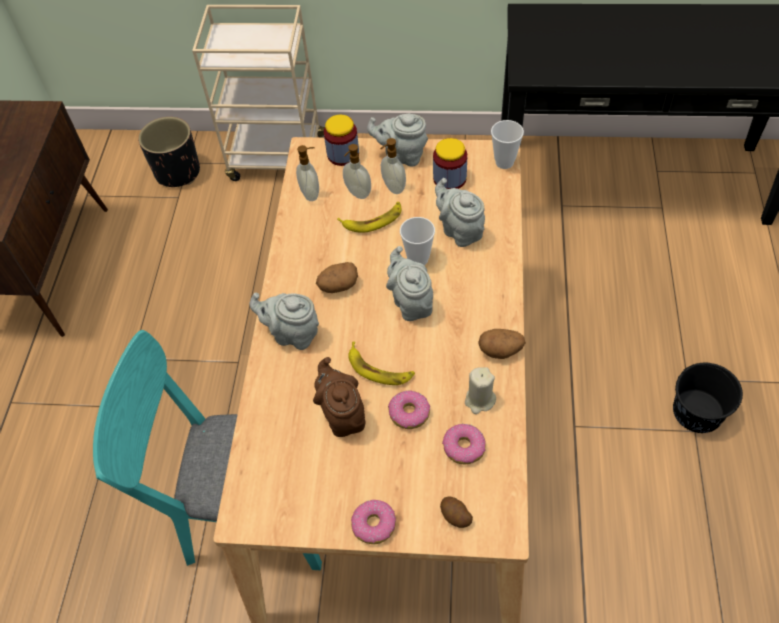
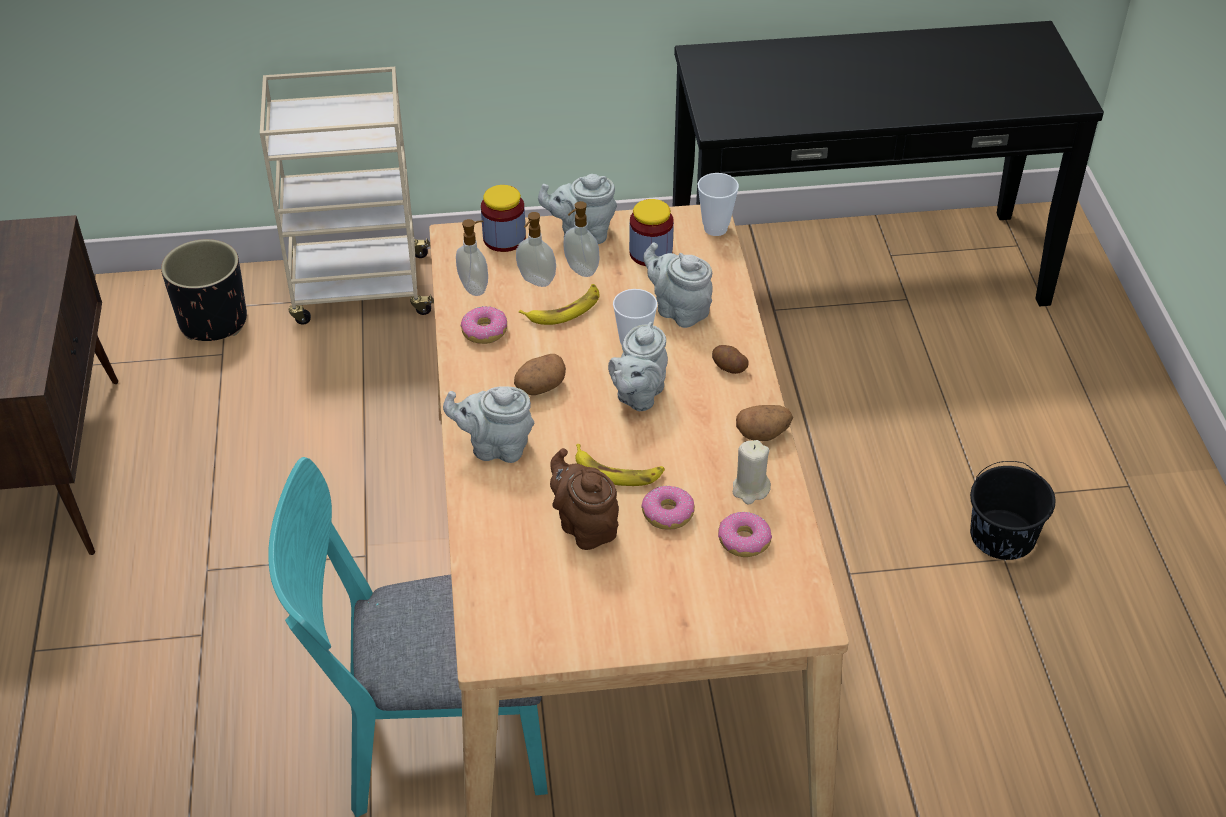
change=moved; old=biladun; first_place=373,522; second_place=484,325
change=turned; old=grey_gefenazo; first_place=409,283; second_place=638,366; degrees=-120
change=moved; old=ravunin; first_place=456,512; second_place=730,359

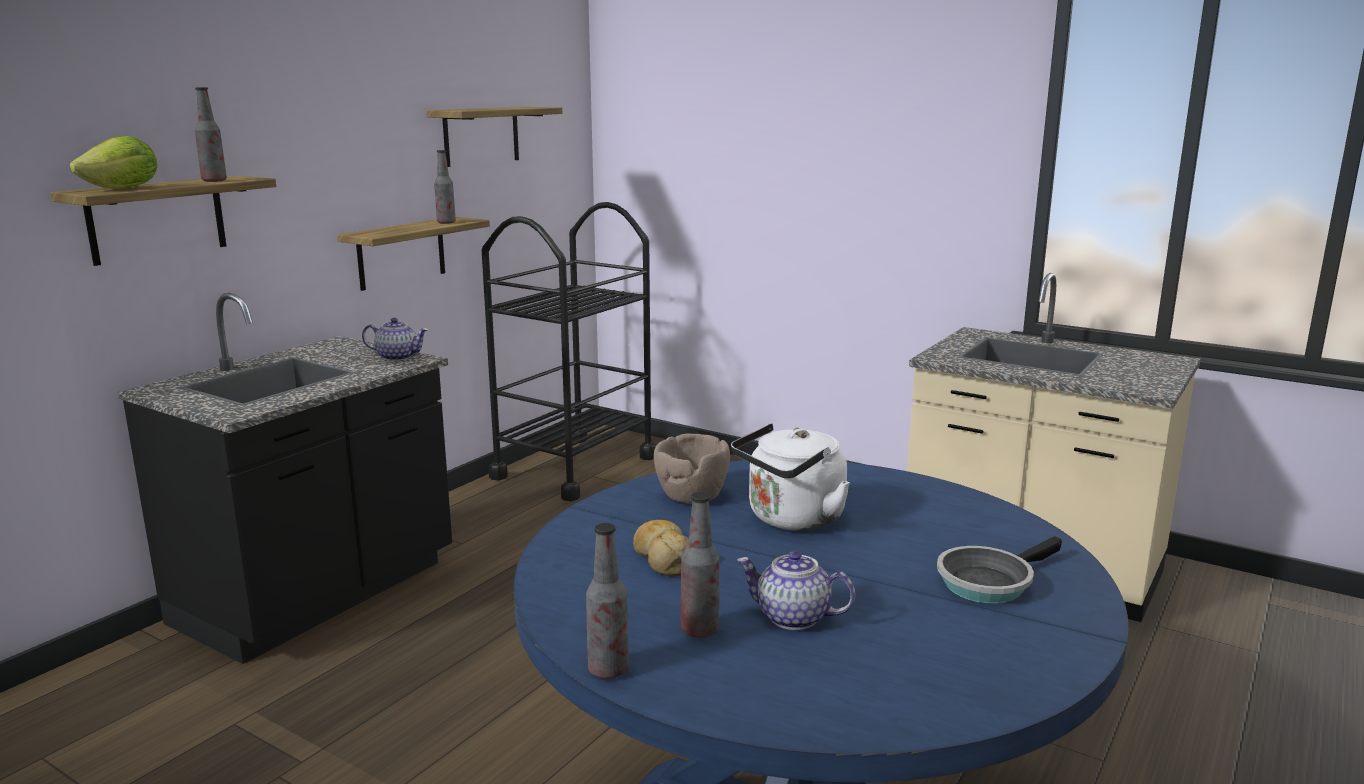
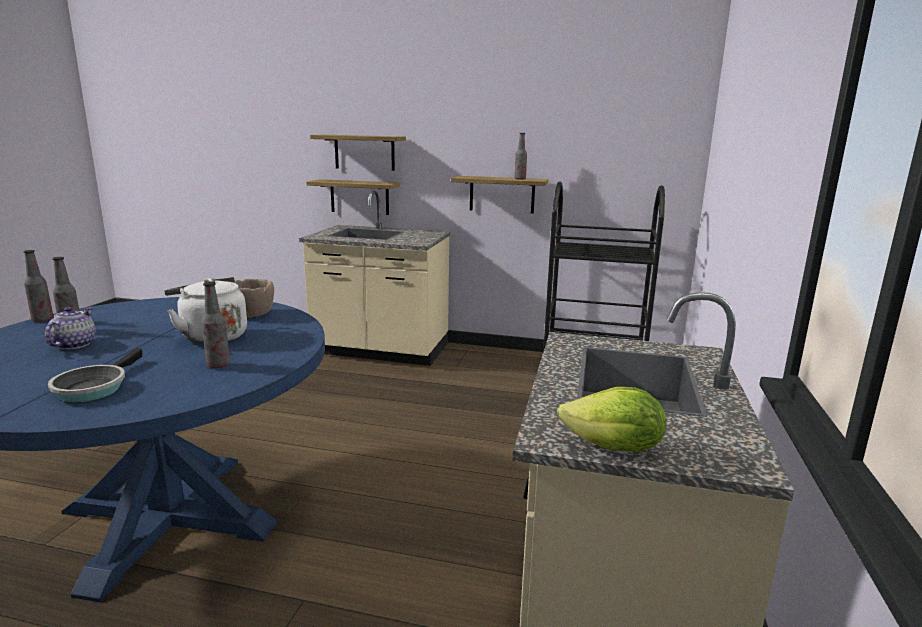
change=turned; old=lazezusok; first_place=999,570; second_place=95,375; degrees=-120
change=moved; old=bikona; first_place=211,134; second_place=216,324
change=recoloured; old=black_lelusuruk; new=beige_lelusuruk; first_place=285,478; second_place=375,278
change=moved; old=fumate; first_place=494,137; second_place=353,197
change=moved; old=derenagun; first_place=113,162; second_place=611,419
change=removed; old=gefenazo; first_place=395,339
change=removed; old=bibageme; first_place=661,548

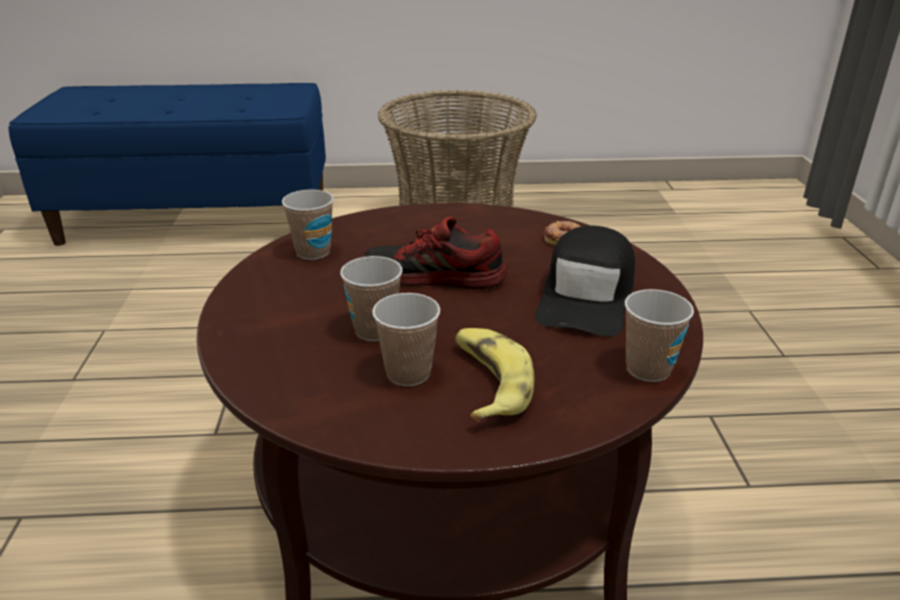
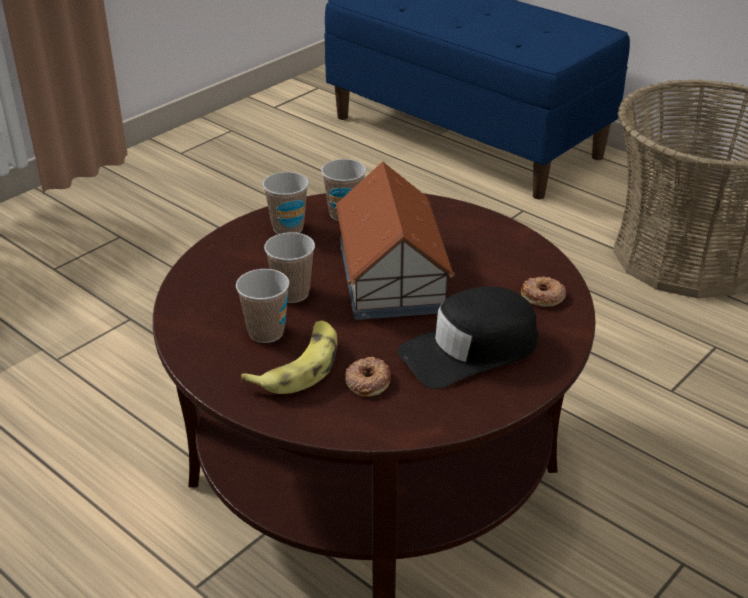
change=moved; old=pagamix; first_place=659,335; second_place=286,203
change=replaced; old=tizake; new=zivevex; first_place=435,253; second_place=394,241
change=added; new=biladun; second_place=368,377

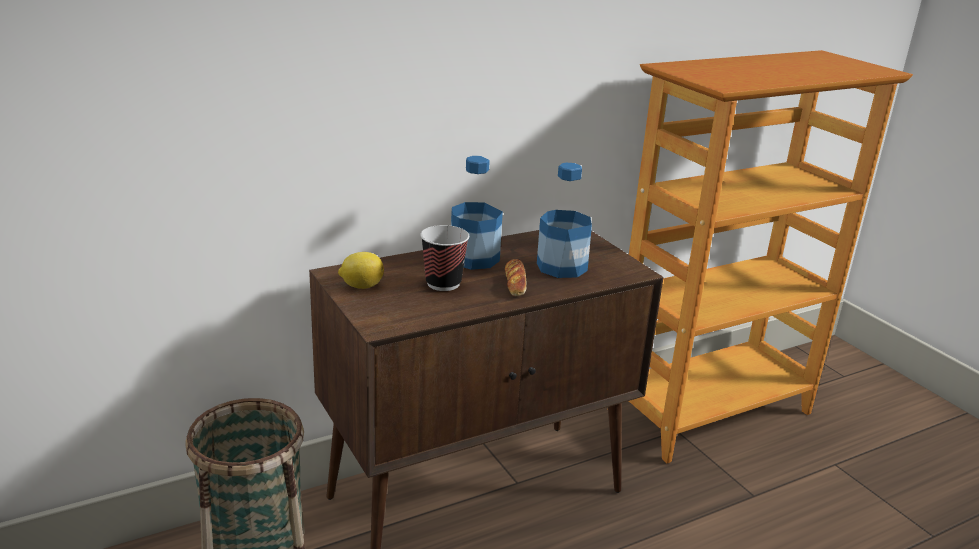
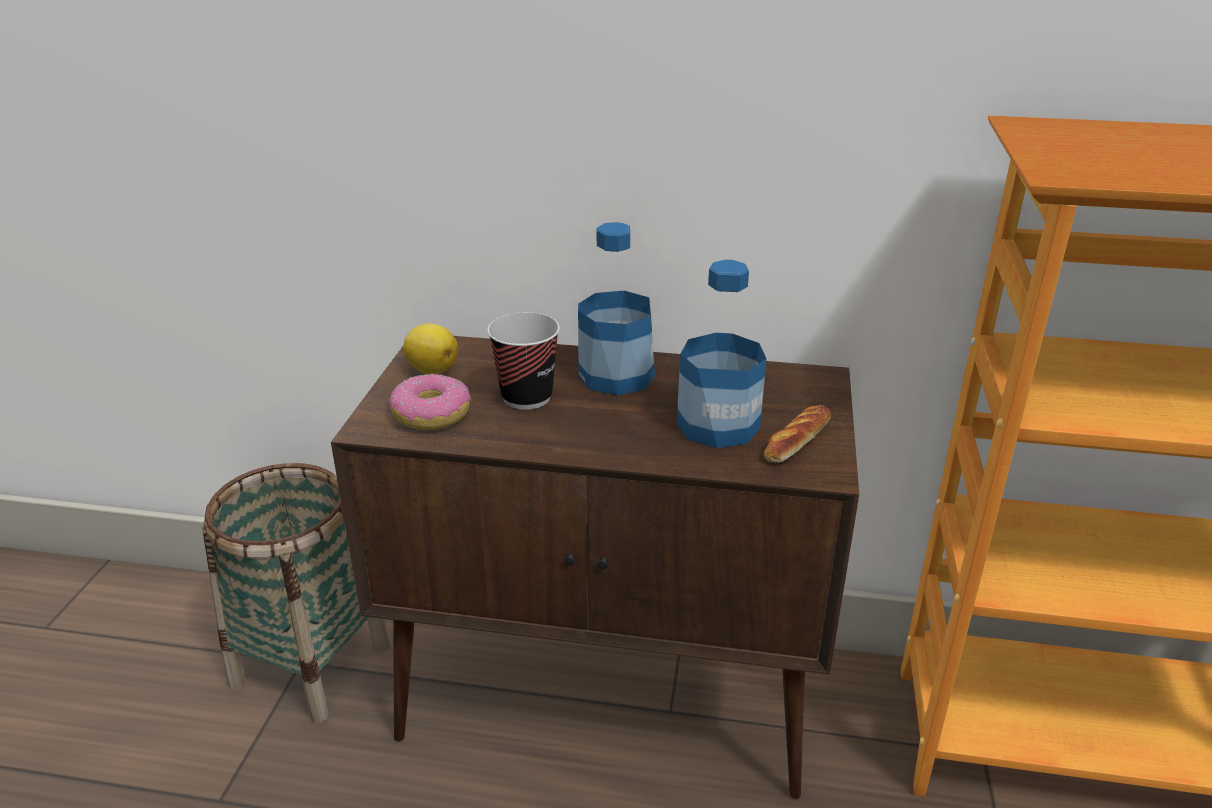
change=added; new=biladun; second_place=430,402
change=moved; old=bibageme; first_place=516,277; second_place=797,434

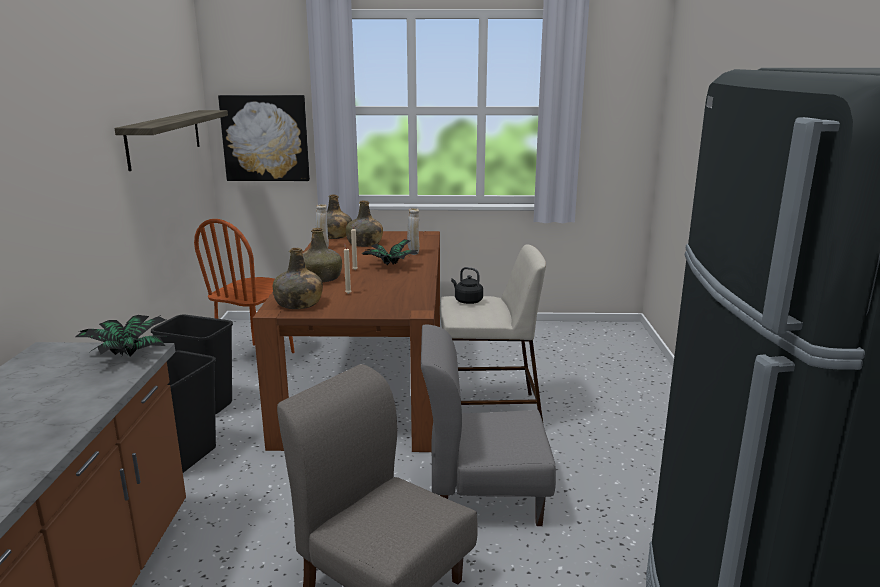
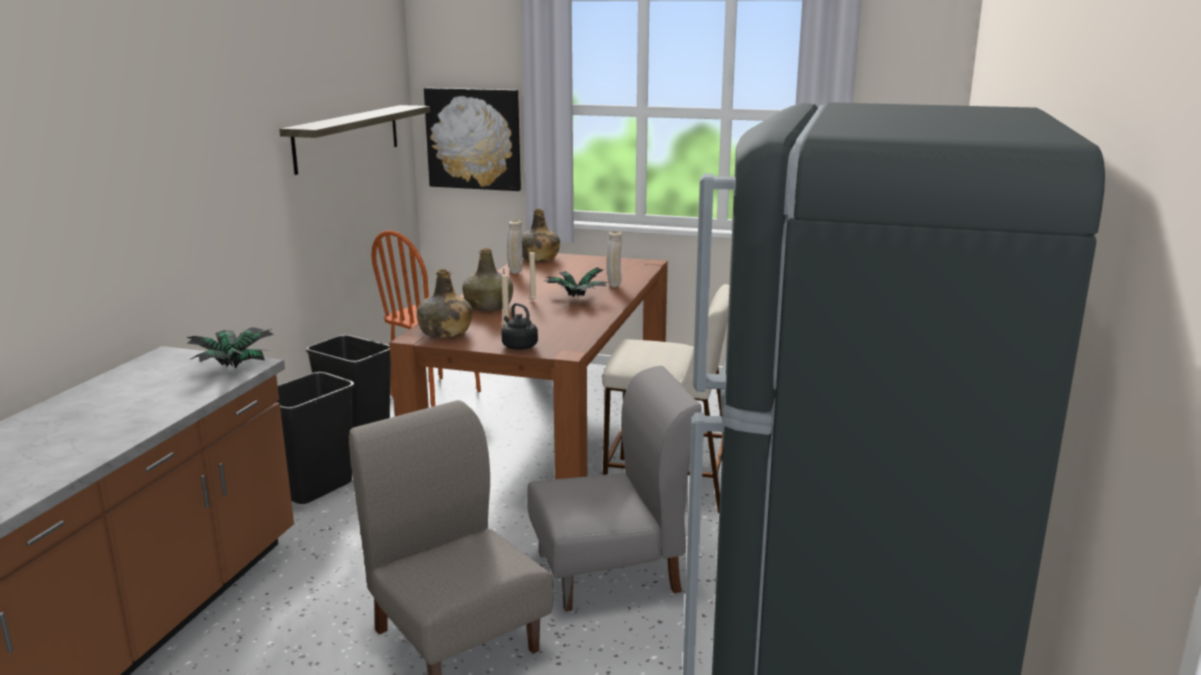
change=moved; old=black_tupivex; first_place=467,285; second_place=519,326
change=turned; old=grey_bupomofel; first_place=488,425; second_place=614,489; degrees=150
change=removed; old=green_bikona; first_place=364,224

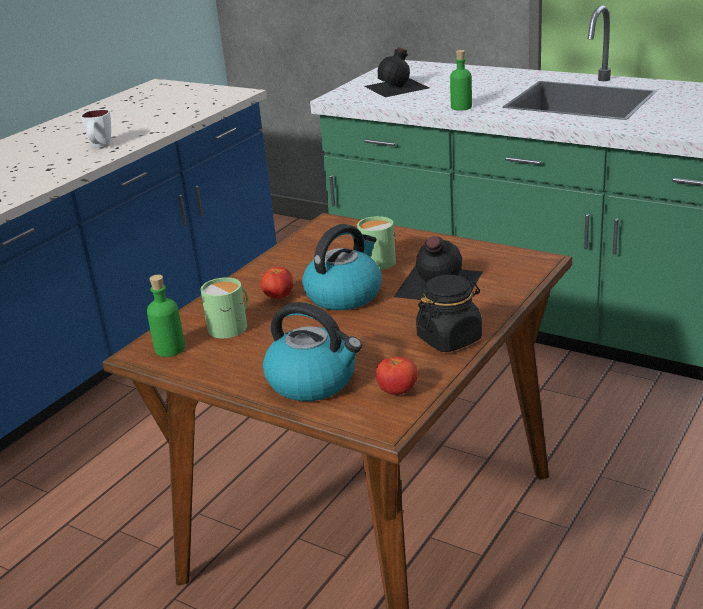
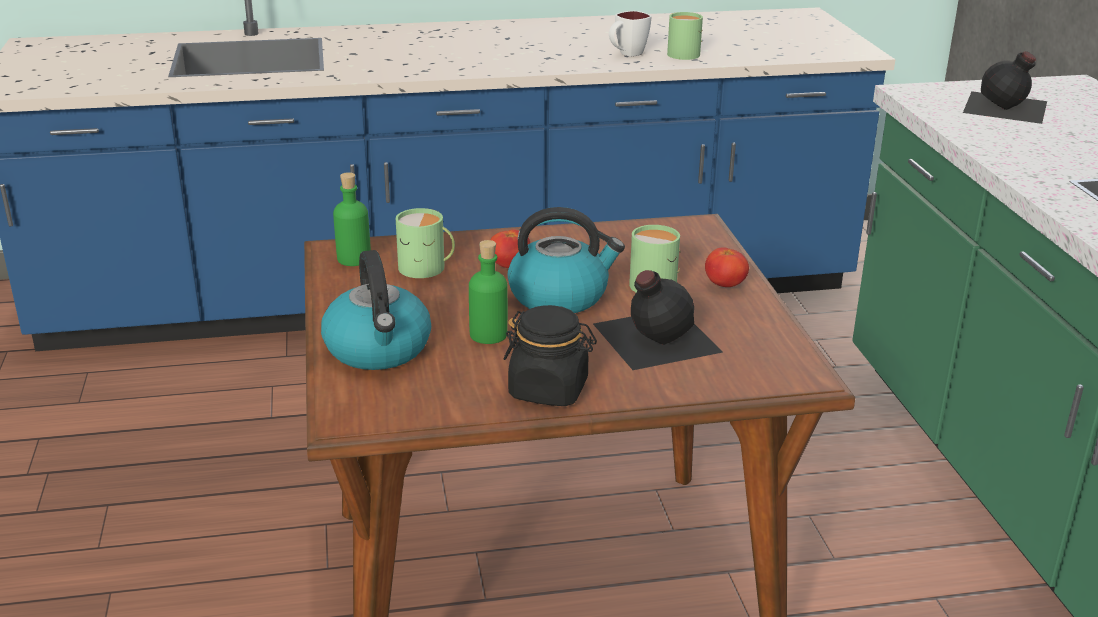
change=moved; old=green_bikona; first_place=461,80; second_place=488,292
change=added; new=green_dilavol; second_place=685,36
change=moved; old=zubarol; first_place=397,376; second_place=727,267

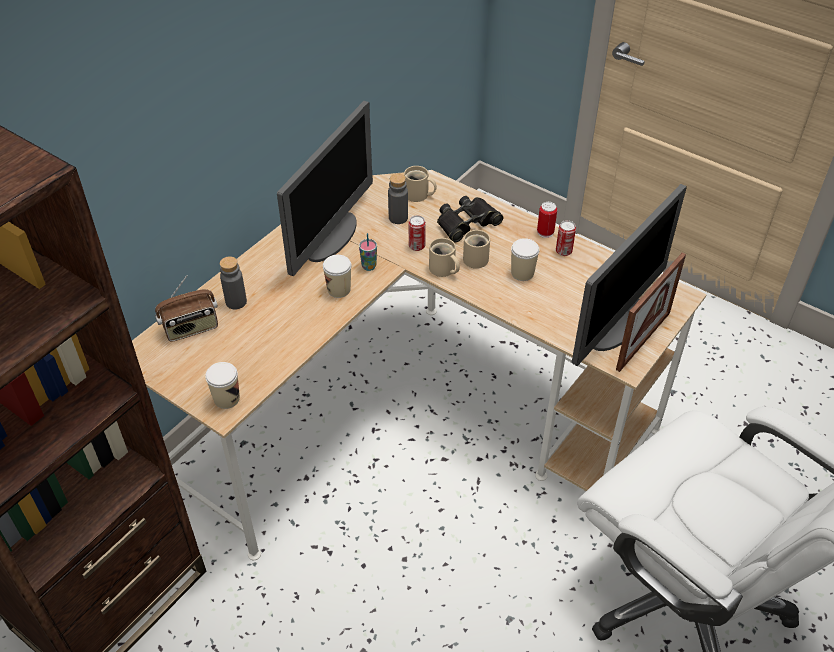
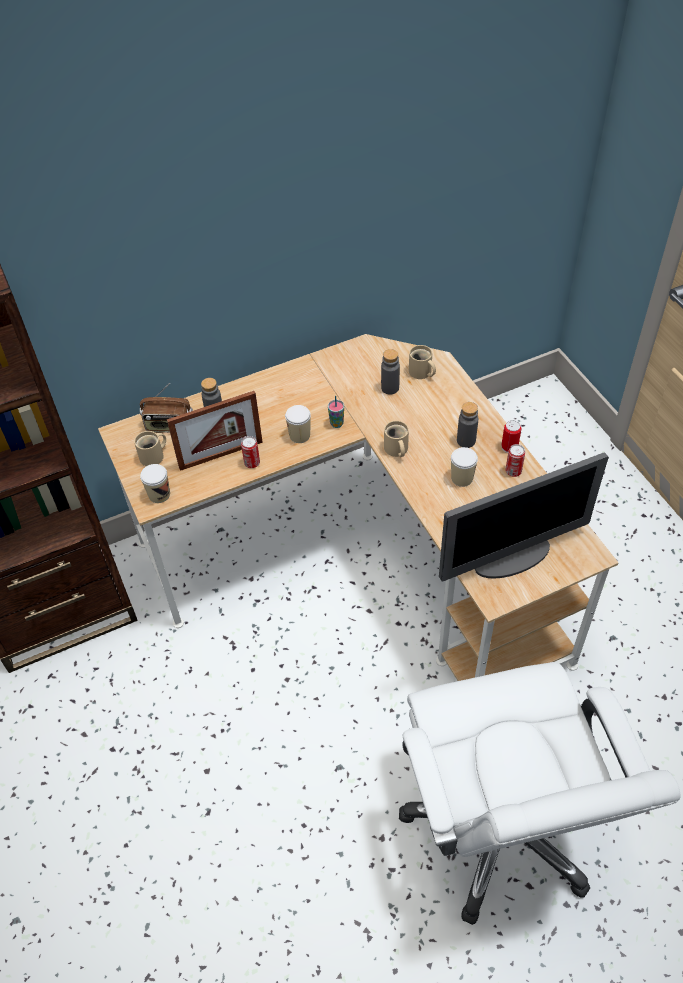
change=moved; old=beige_dilavol; first_place=476,249; second_place=150,448
change=moved; old=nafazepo; first_place=651,312; second_place=215,431
change=moved; old=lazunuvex; first_place=417,233; second_place=250,452
change=added; new=grey_bikona; second_place=467,425
change=removed; old=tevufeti; first_place=325,188
change=removed; old=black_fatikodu; first_place=470,219

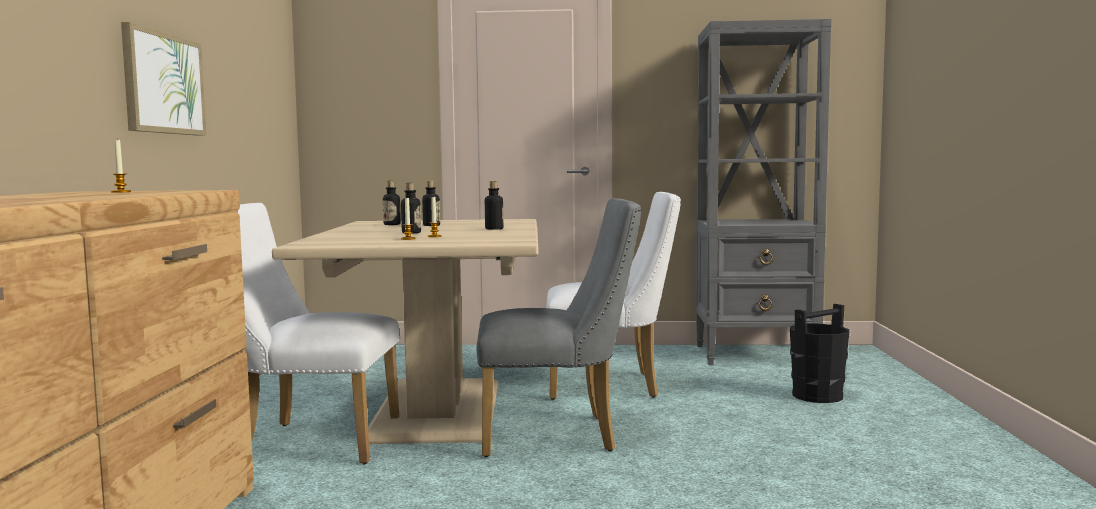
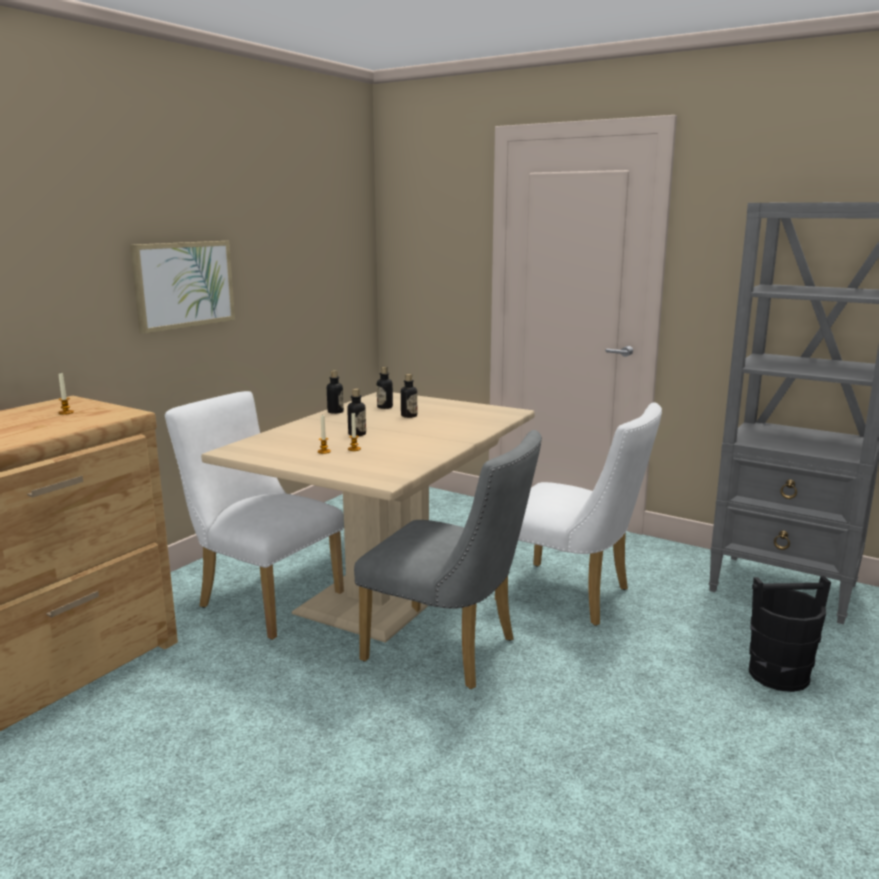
change=moved; old=bikona; first_place=494,205; second_place=335,392

